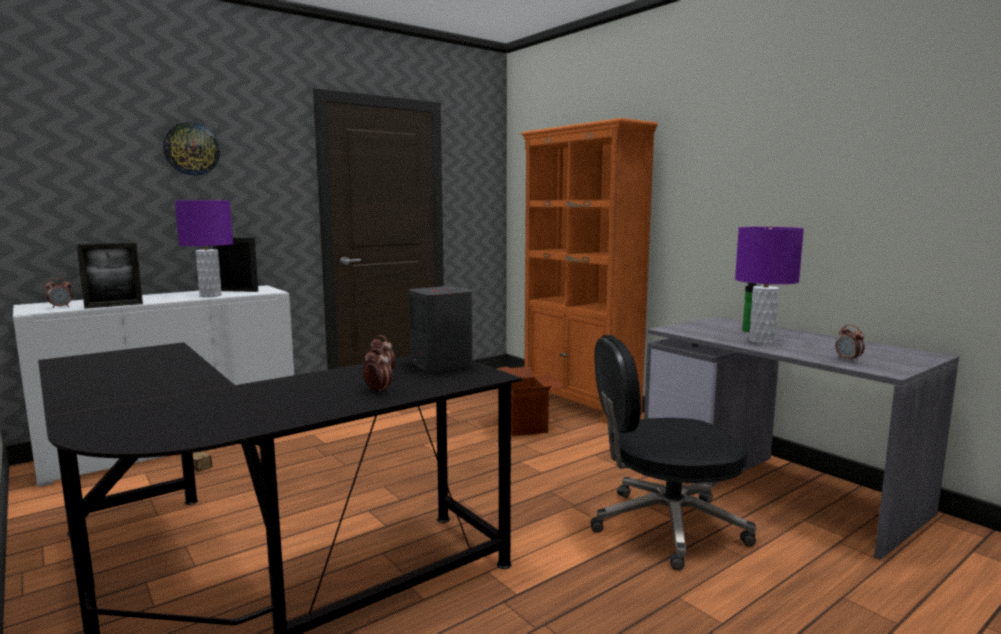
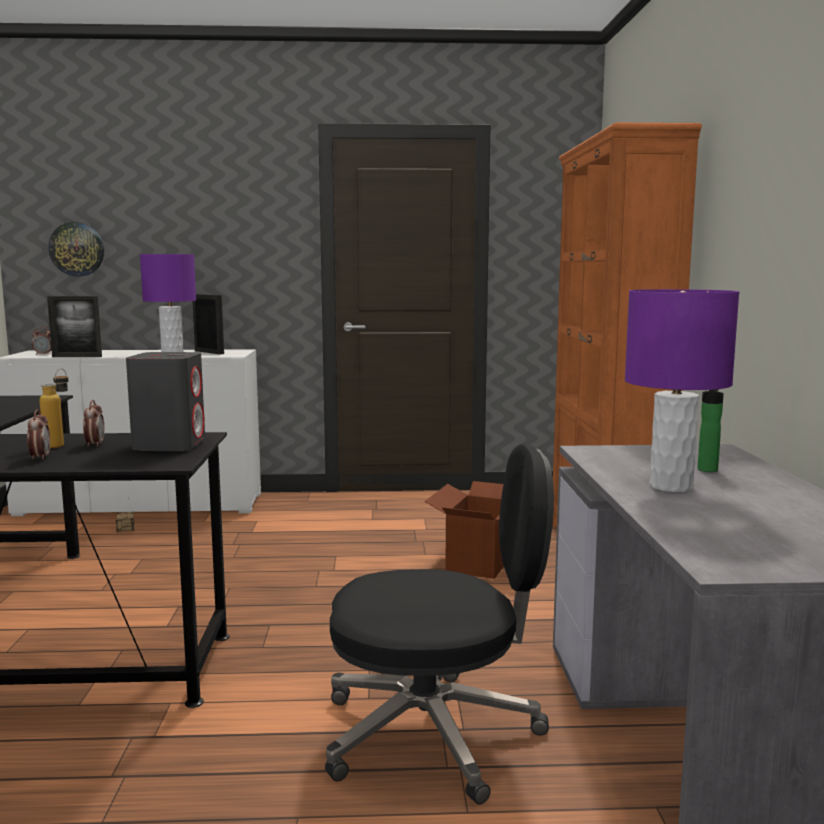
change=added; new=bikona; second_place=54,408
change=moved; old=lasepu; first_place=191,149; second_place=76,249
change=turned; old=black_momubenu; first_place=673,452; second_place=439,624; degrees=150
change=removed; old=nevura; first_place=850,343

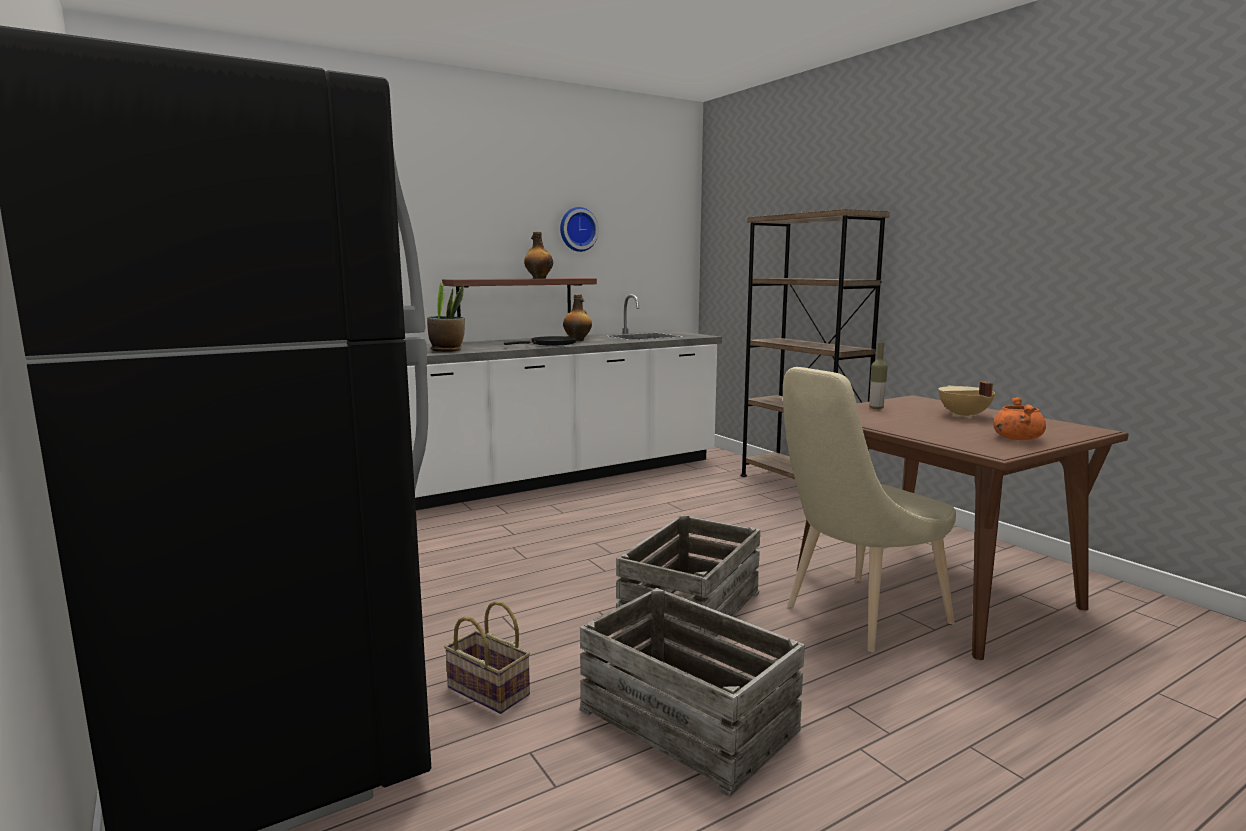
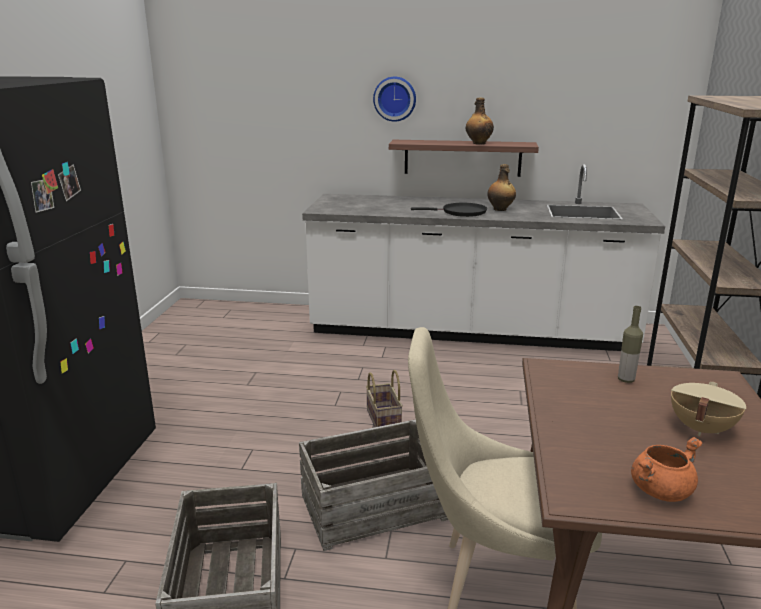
change=moved; old=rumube; first_place=487,657; second_place=384,398
change=moved; old=lasepu; first_place=579,229; second_place=394,99
change=removed; old=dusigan; first_place=446,316

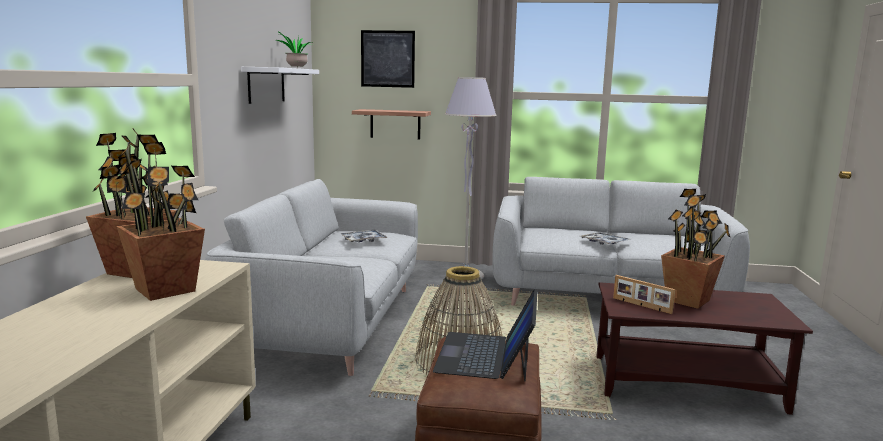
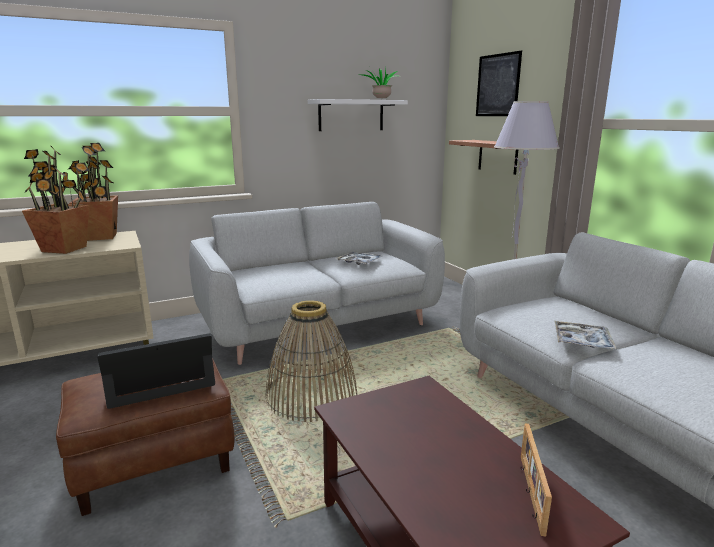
change=moved; old=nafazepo; first_place=644,294; second_place=536,479
change=removed; old=dusigan; first_place=696,249

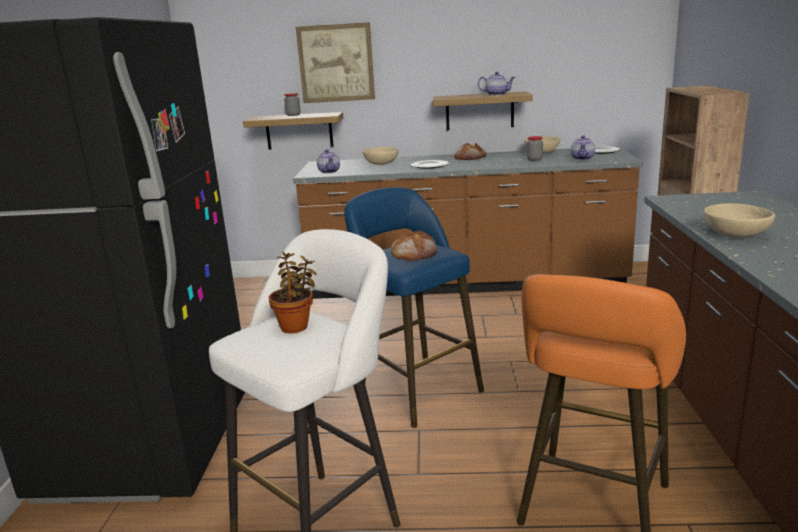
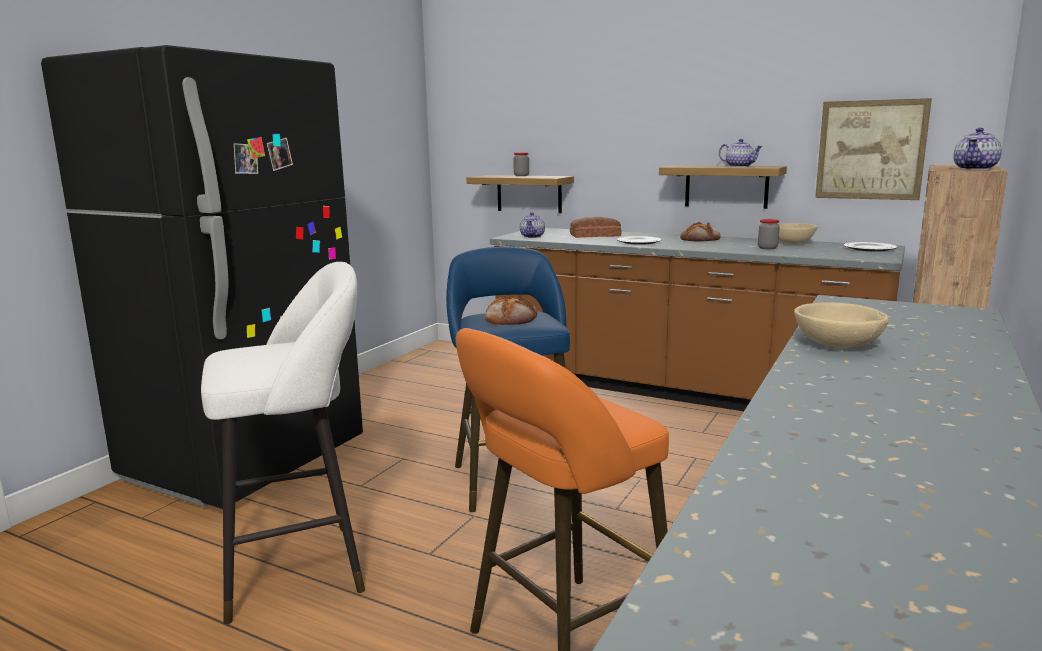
change=replaced; old=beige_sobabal; new=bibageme; first_place=380,156; second_place=595,227
change=moved; old=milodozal; first_place=335,62; second_place=873,149
change=moved; old=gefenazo; first_place=583,147; second_place=977,149
change=removed; old=dusigan; first_place=292,292

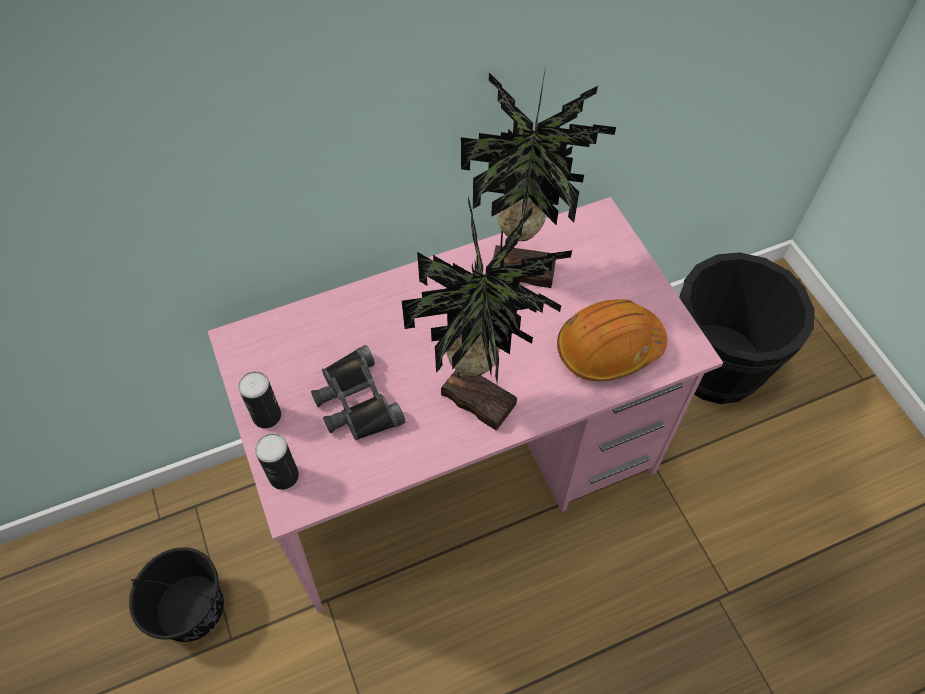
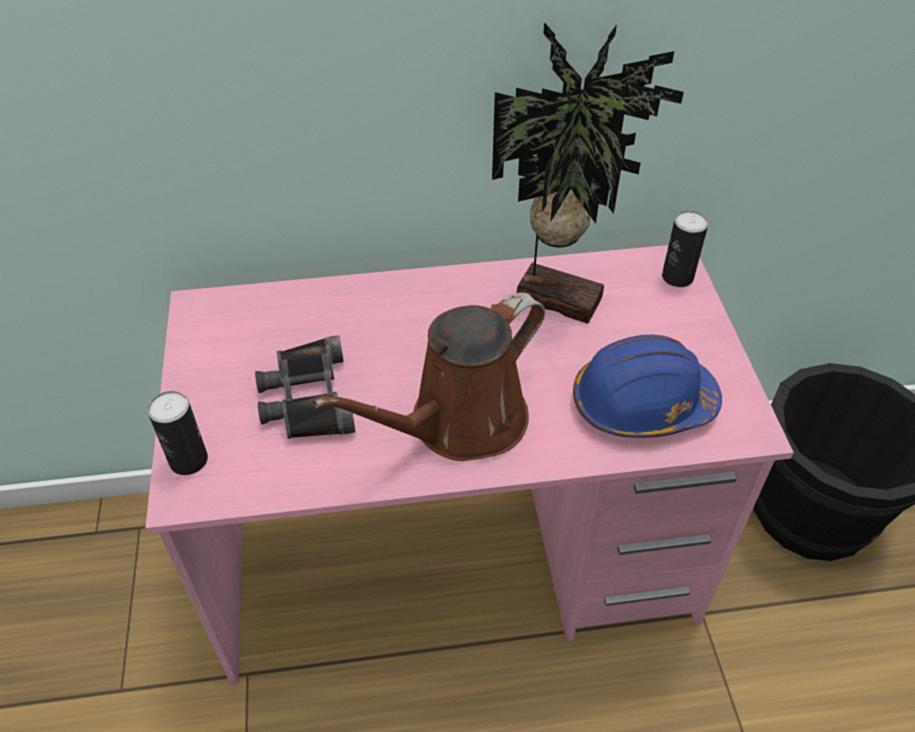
change=replaced; old=dusigan; new=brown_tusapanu; first_place=487,313; second_place=428,377
change=recoloured; old=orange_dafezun; new=blue_dafezun; first_place=612,340; second_place=647,386
change=moved; old=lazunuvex; first_place=259,399; second_place=685,248
change=removed; old=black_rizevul; first_place=176,594

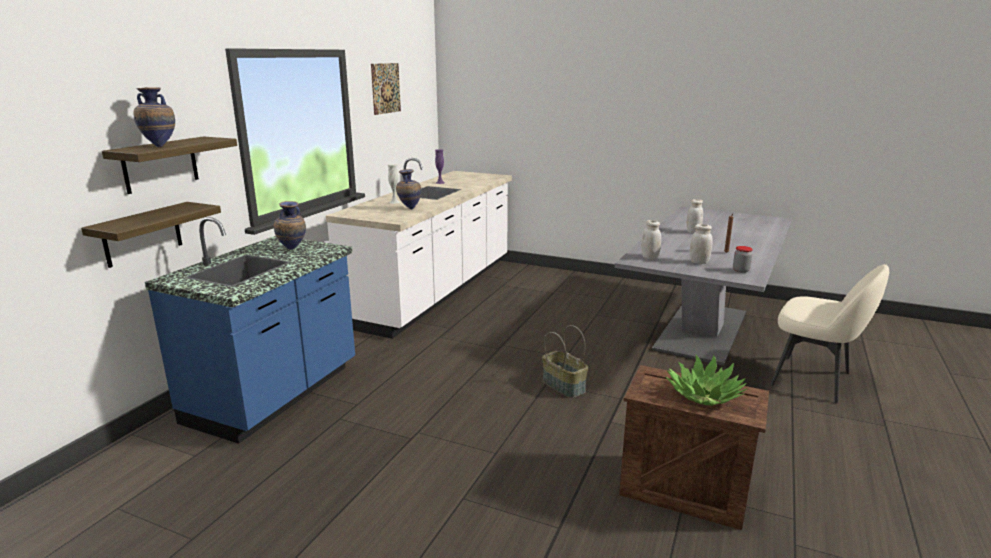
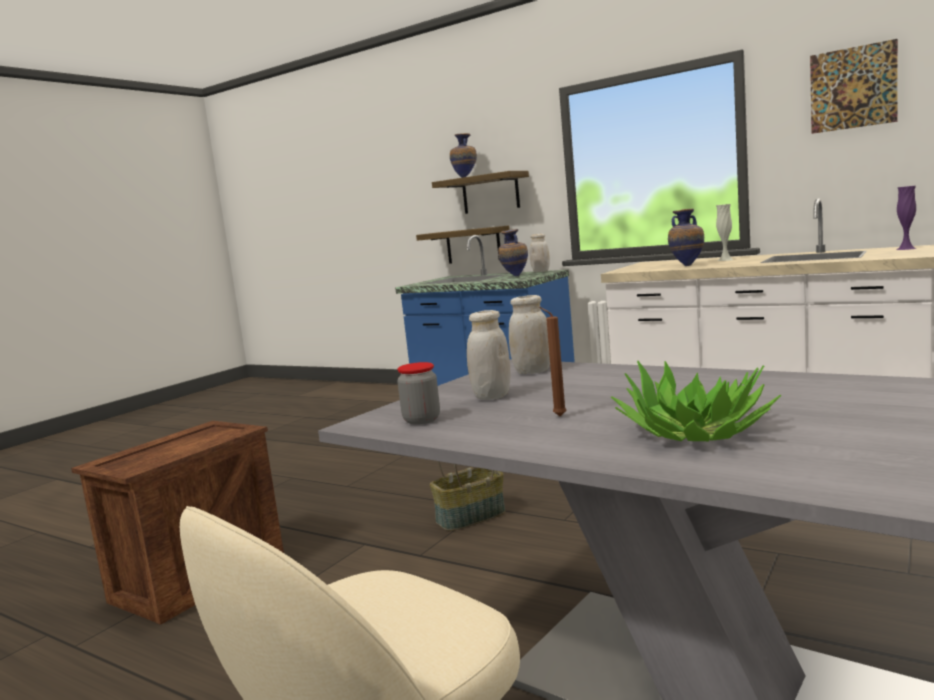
change=moved; old=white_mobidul; first_place=694,216; second_place=539,253
change=moved; old=dusigan; first_place=706,380; second_place=696,401

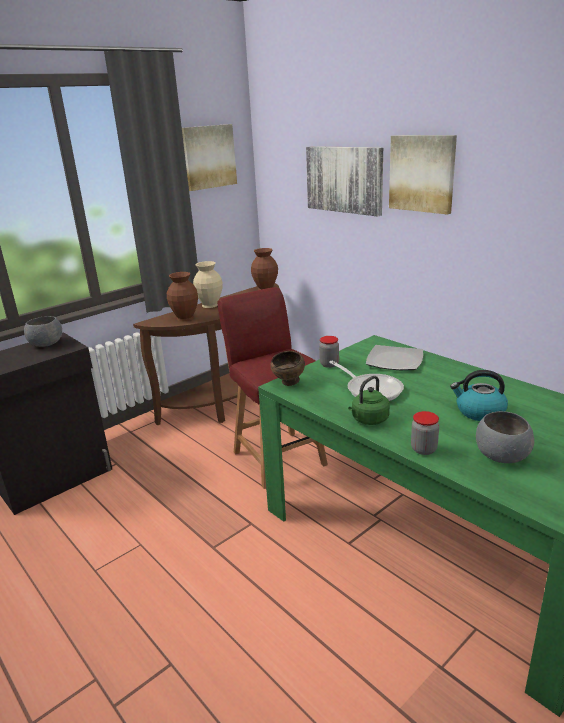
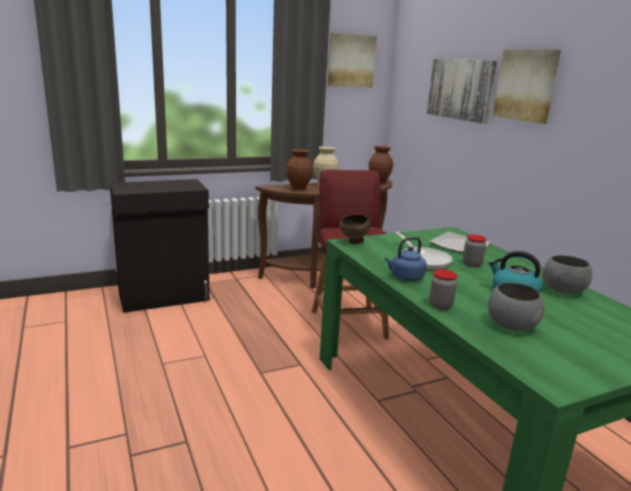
change=recoloured; old=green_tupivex; new=blue_tupivex; first_place=369,400; second_place=406,259
change=moved; old=mobidul; first_place=329,352; second_place=474,250
change=moved; old=grey_sobabal; first_place=43,331; second_place=567,274

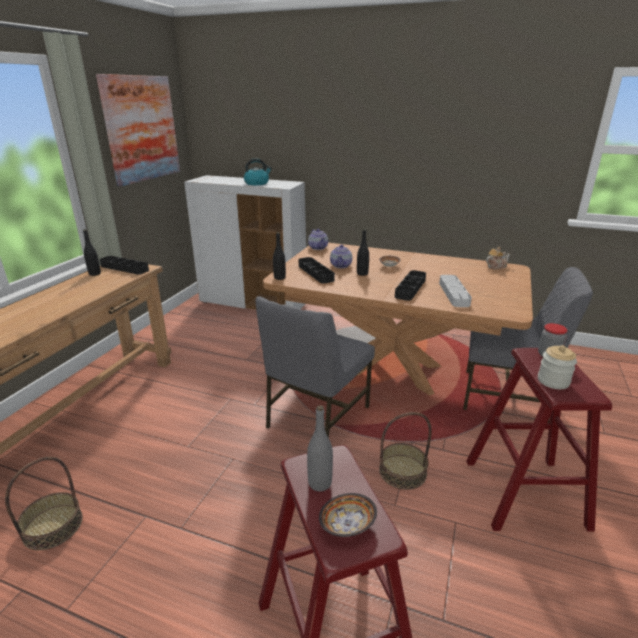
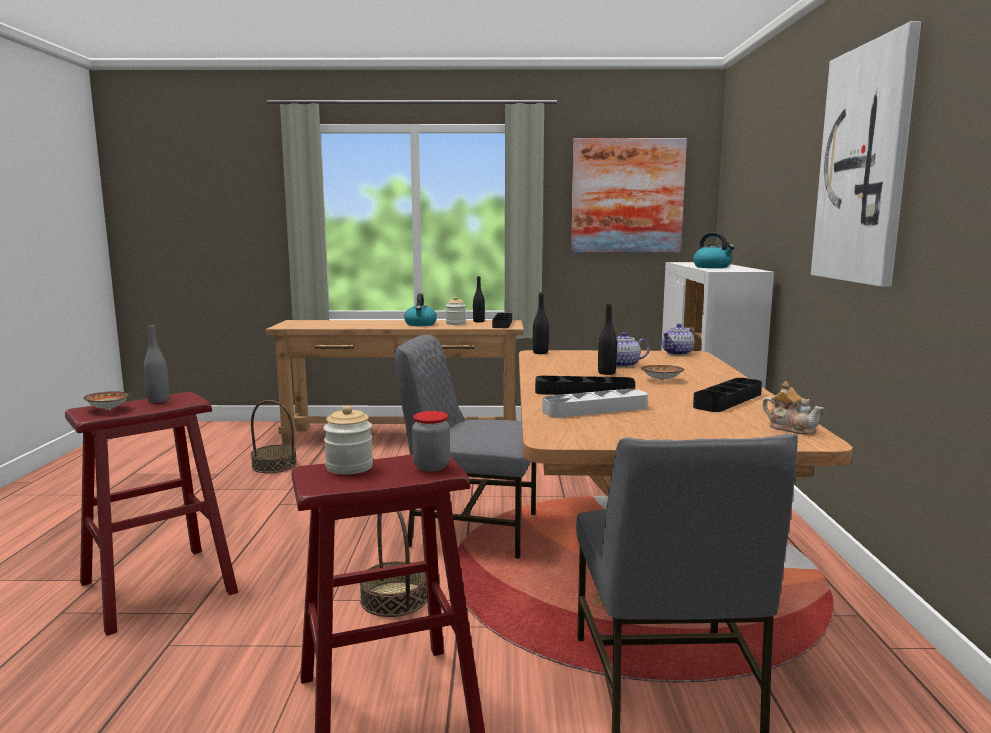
change=added; new=tupivex; second_place=420,309
change=added; new=mobidul; second_place=456,311
change=moved; old=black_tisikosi; first_place=317,270; second_place=727,395
change=added; new=milodozal; second_place=866,154

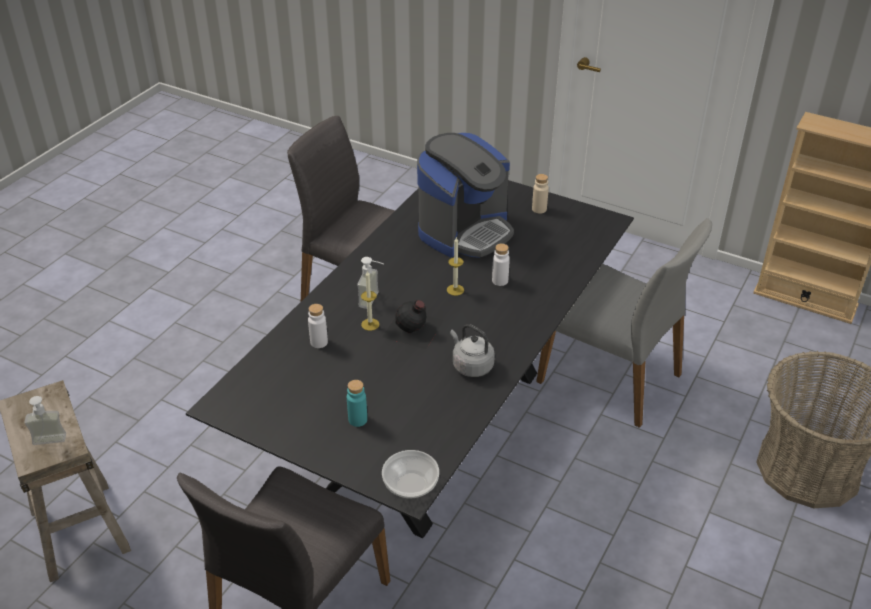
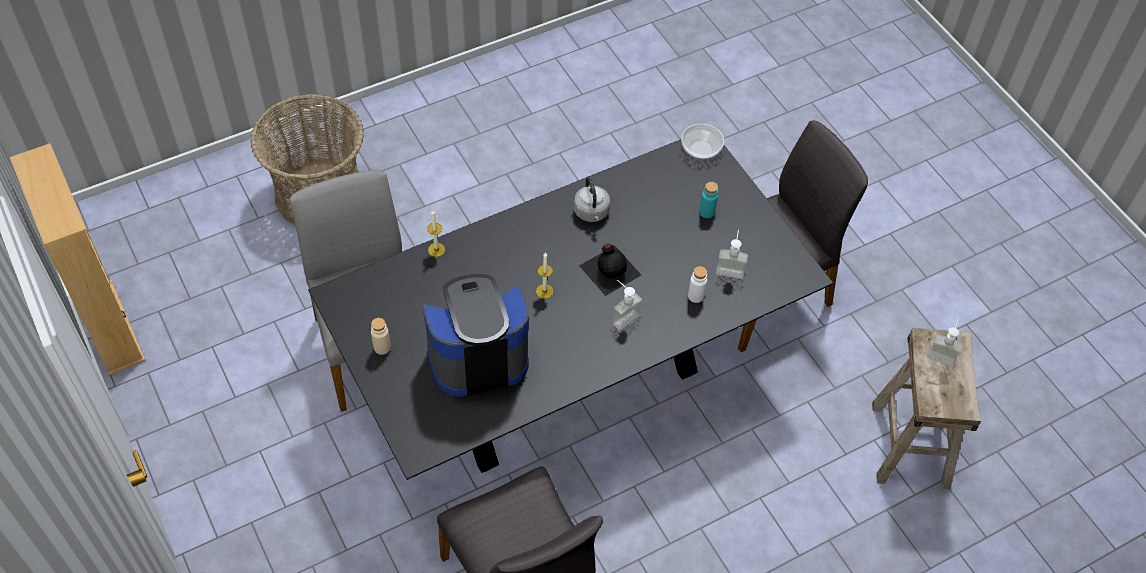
change=moved; old=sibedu; first_place=370,300; second_place=436,233
change=added; new=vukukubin; second_place=732,254
change=removed; old=white_bikona; first_place=501,265

